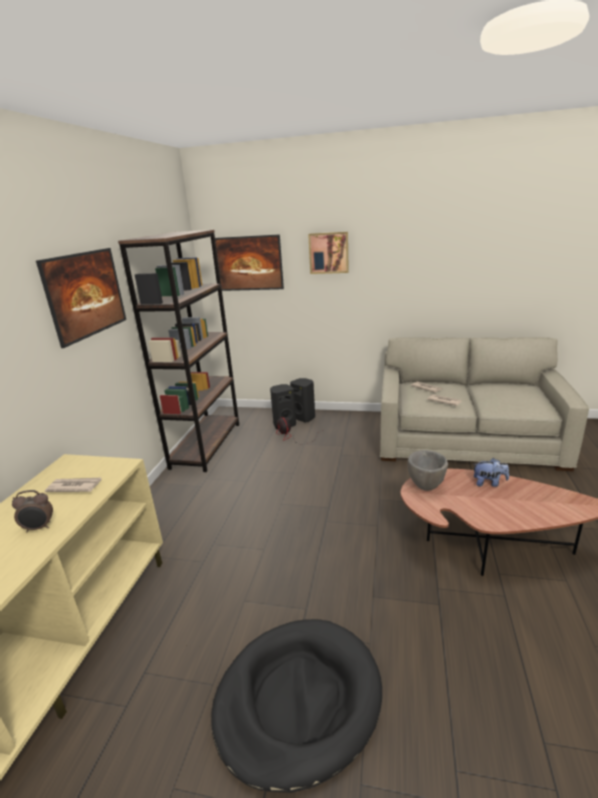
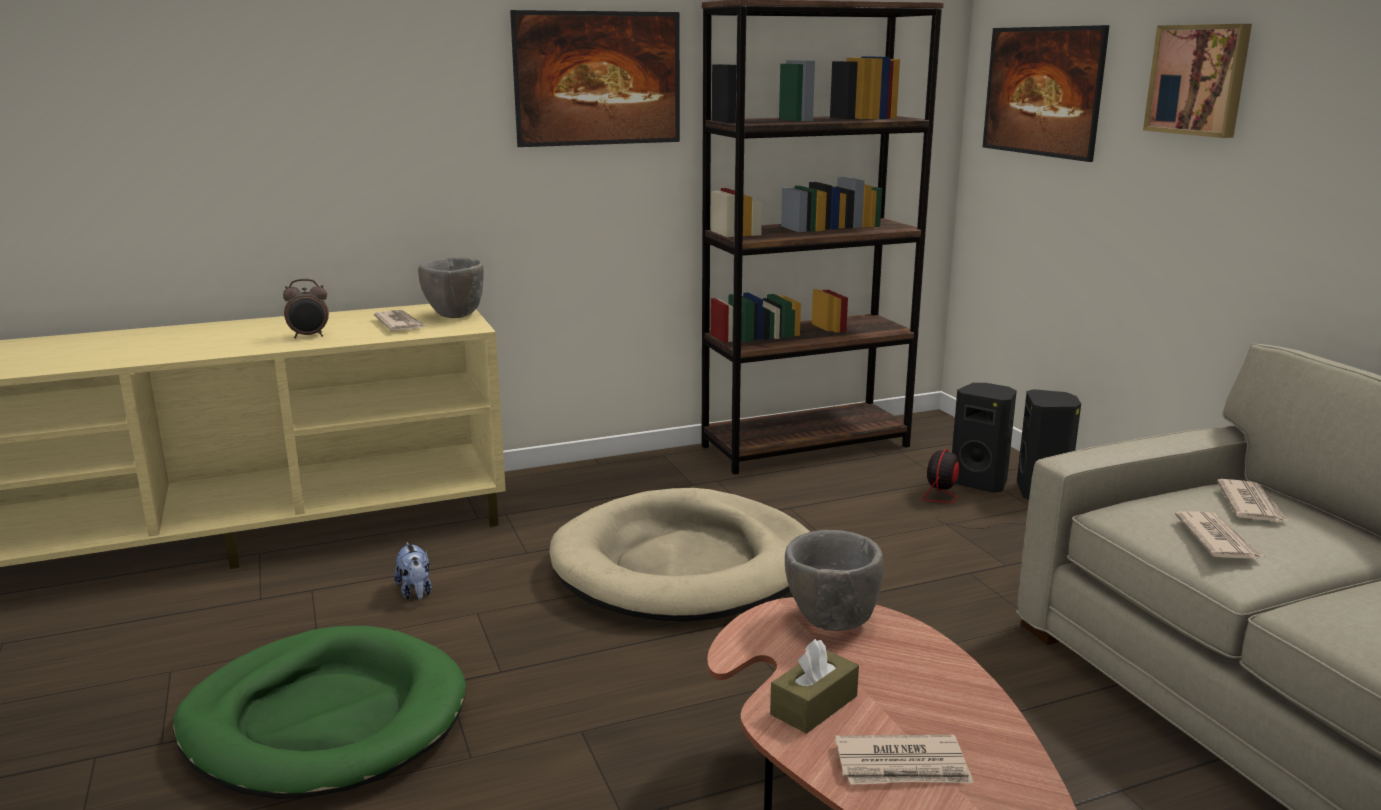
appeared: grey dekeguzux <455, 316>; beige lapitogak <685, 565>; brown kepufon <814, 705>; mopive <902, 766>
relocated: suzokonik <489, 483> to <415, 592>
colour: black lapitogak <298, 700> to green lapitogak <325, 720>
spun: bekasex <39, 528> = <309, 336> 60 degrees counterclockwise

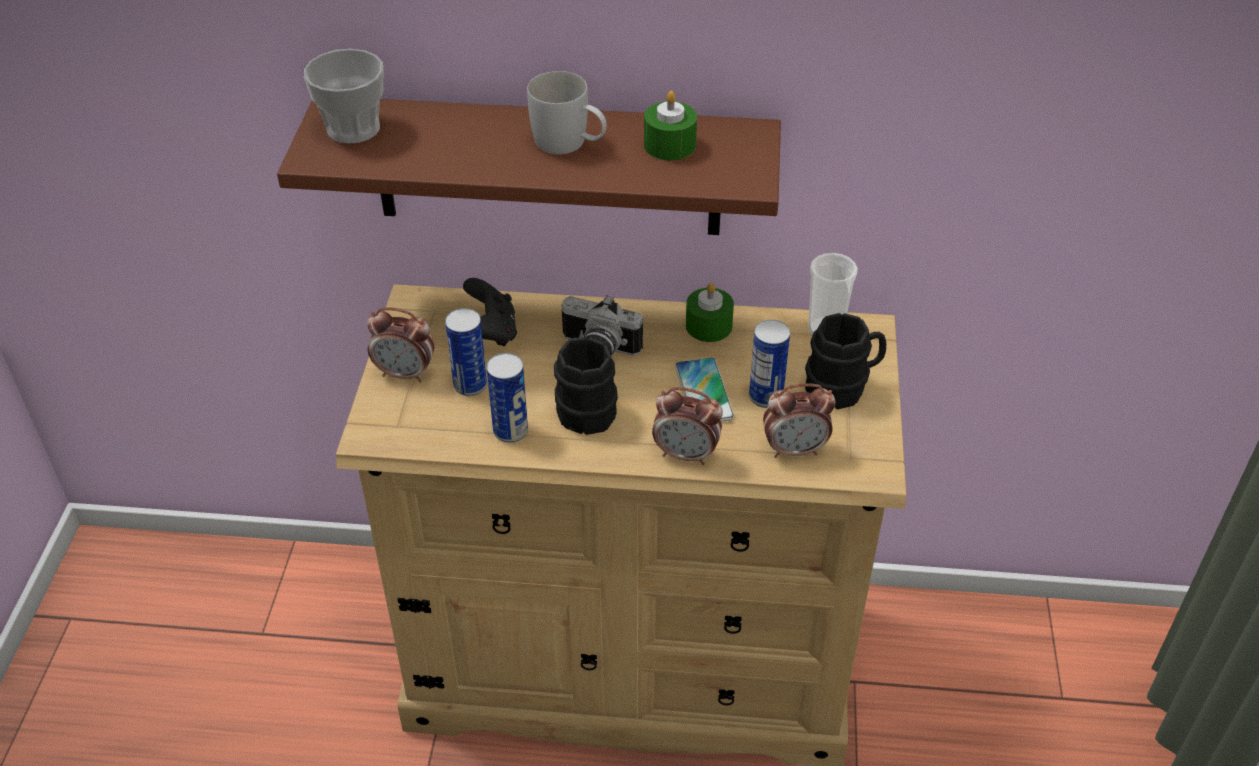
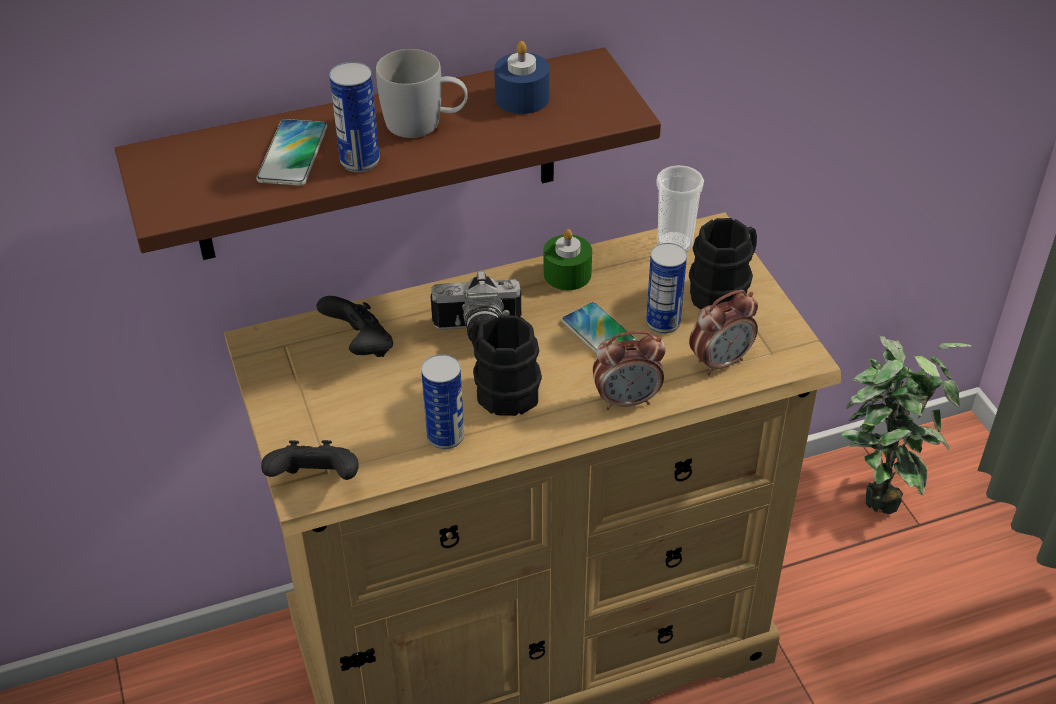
missing: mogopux <353, 129>; bekasex <405, 373>
appeared: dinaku <293, 154>; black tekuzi <317, 481>; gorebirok <879, 487>
relocated: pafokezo <470, 385> to <360, 161>
colour: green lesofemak <669, 145> to blue lesofemak <522, 98>

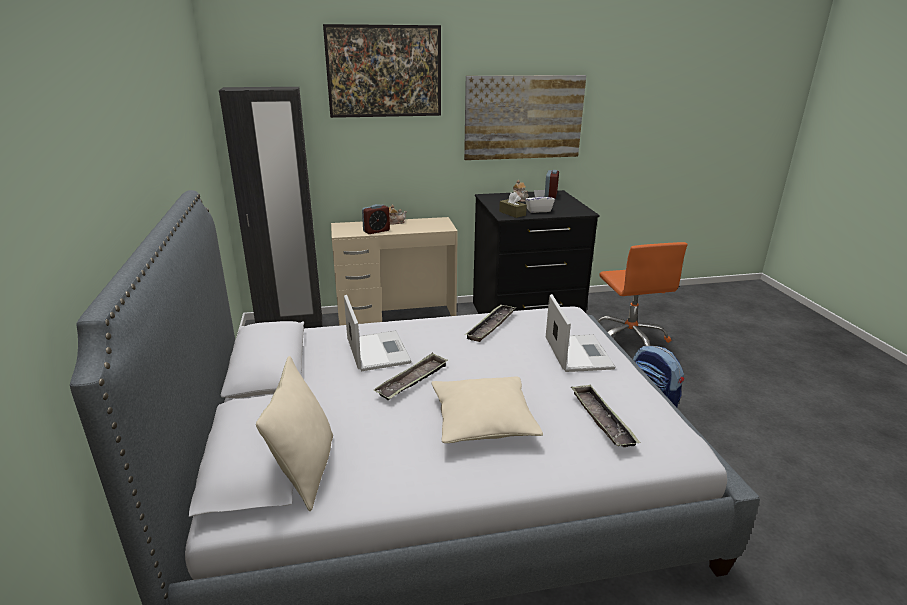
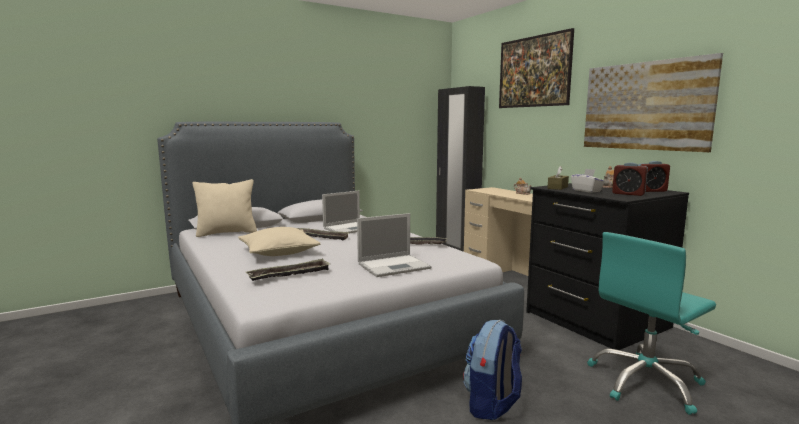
relocated: bekasex <376, 231> to <628, 194>
colour: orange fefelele <629, 339> to turquoise fefelele <645, 382>

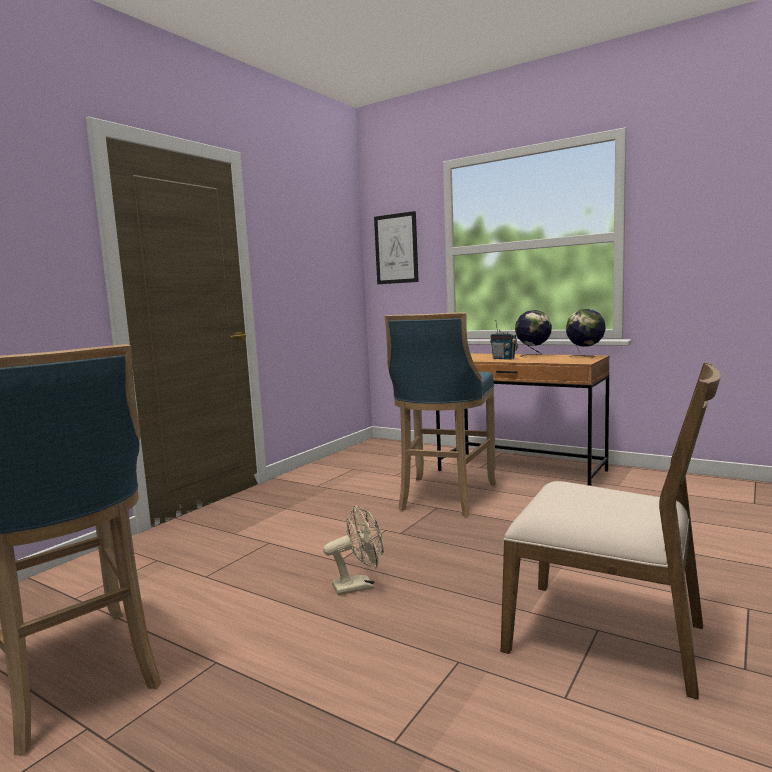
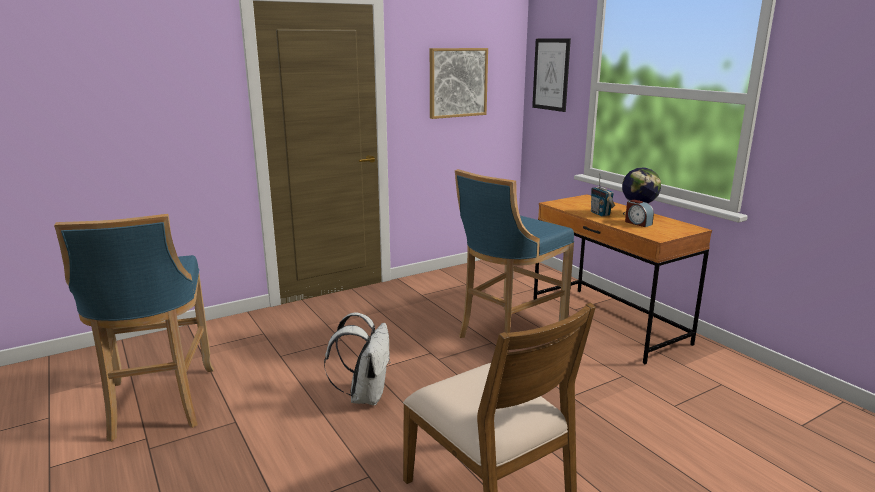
missing: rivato <585, 356>
appeared: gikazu <457, 82>; bekasex <637, 223>
exchanged: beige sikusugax <359, 585> to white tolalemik <365, 395>

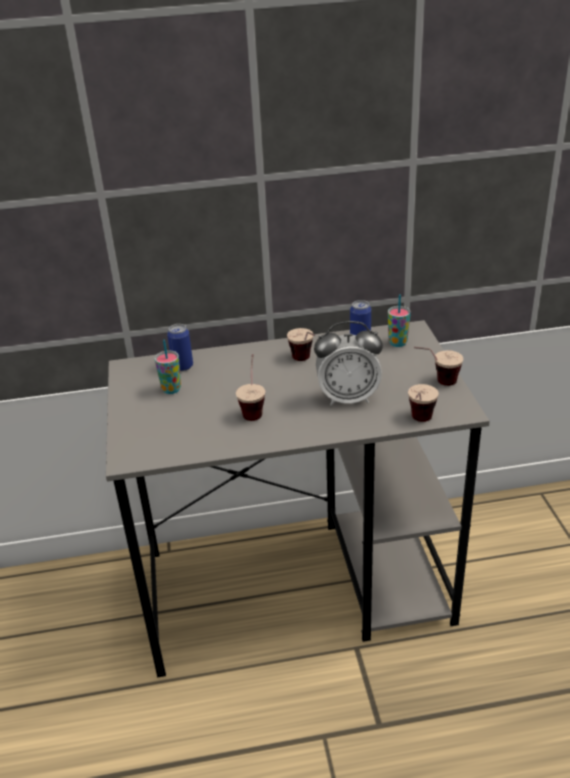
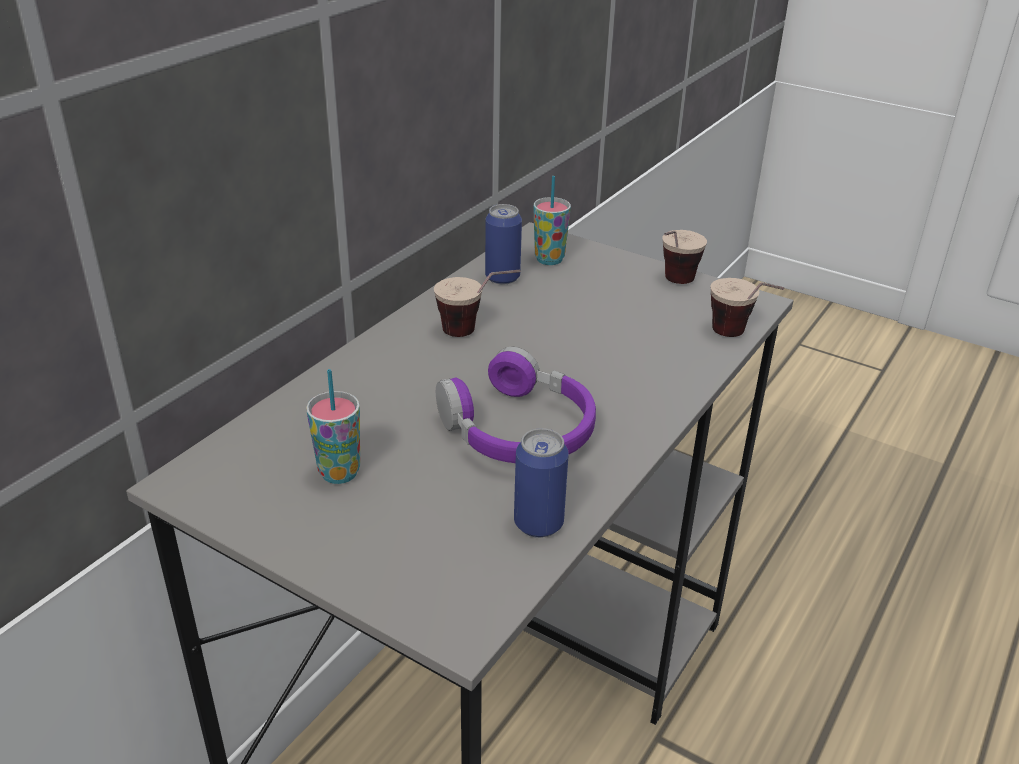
missing: bekasex <348, 398>
relocated: pafokezo <182, 366> to <538, 523>
exchanged: mogopux <253, 408> to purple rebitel <518, 430>

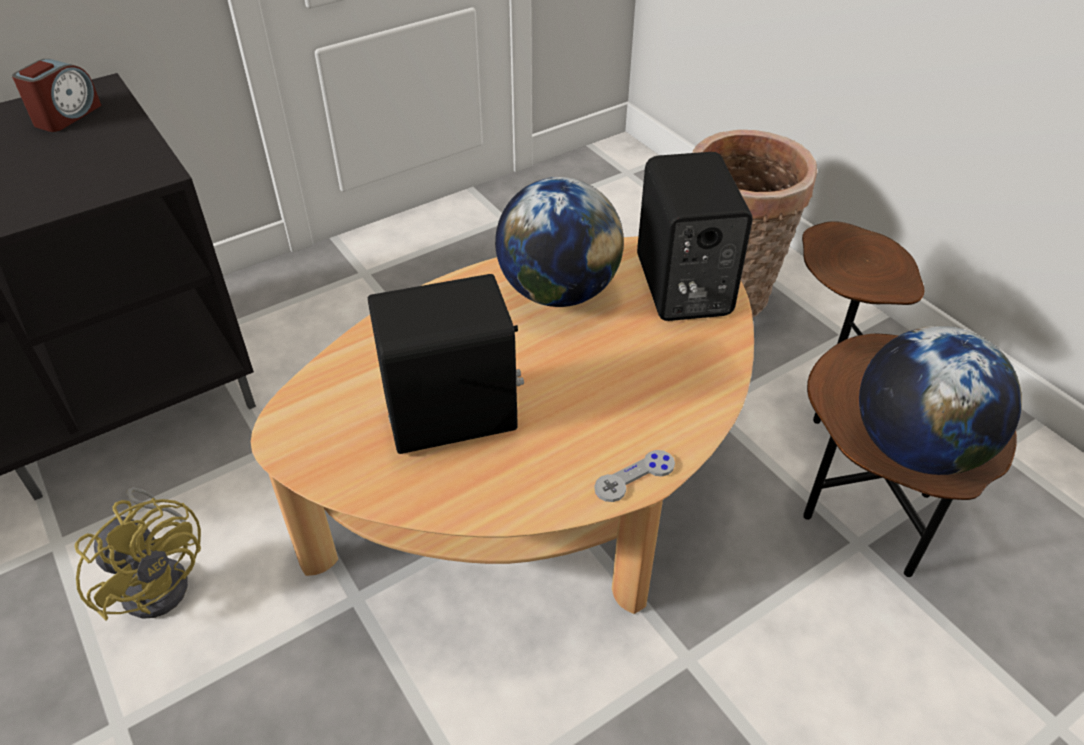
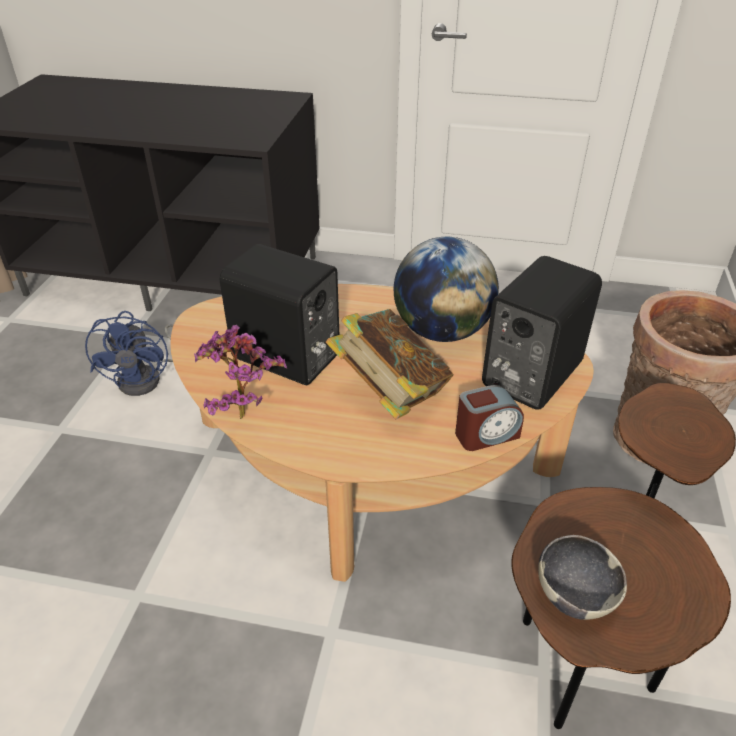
missing: grey tekuzi <634, 477>
appeared: gorebirok <241, 411>; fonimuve <390, 393>
relocated: bekasex <67, 116> to <486, 435>
exchanged: rivato <915, 448> to dekeguzux <574, 595>
colour: yellow sikusugax <161, 577> to blue sikusugax <148, 378>

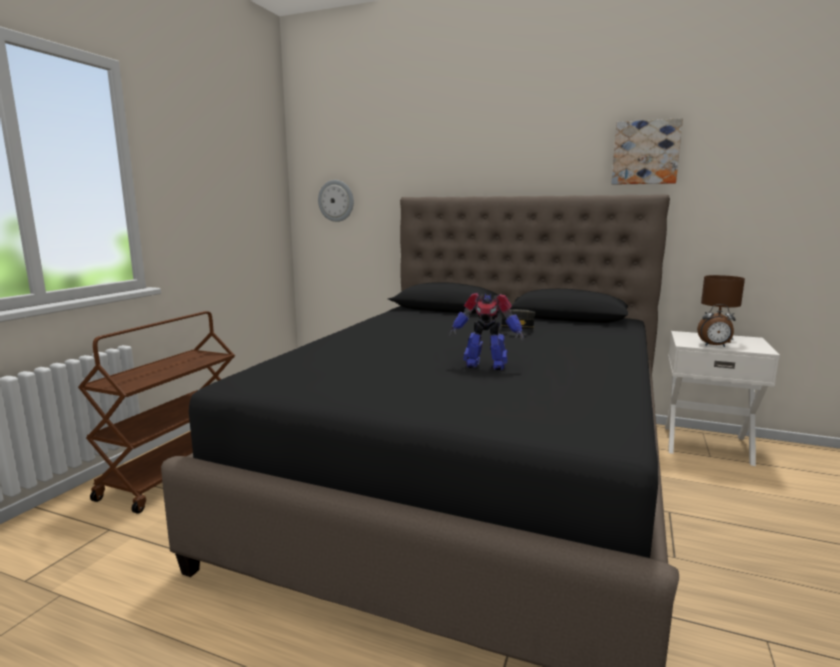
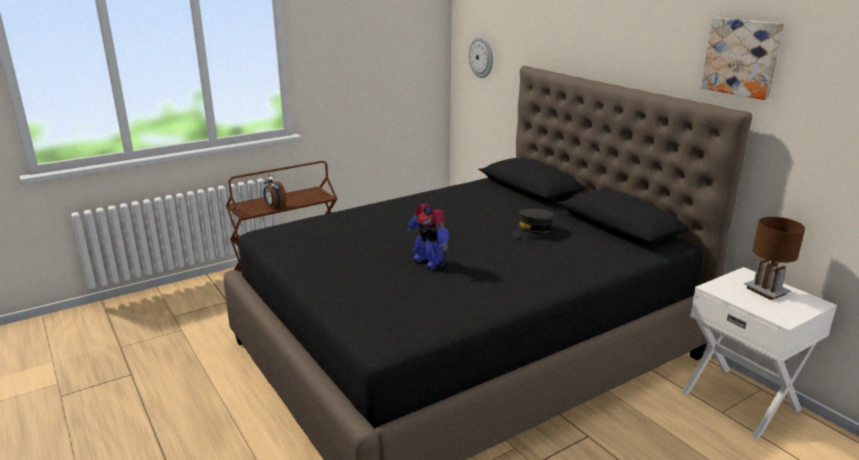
relocated: bekasex <714, 346> to <275, 207>

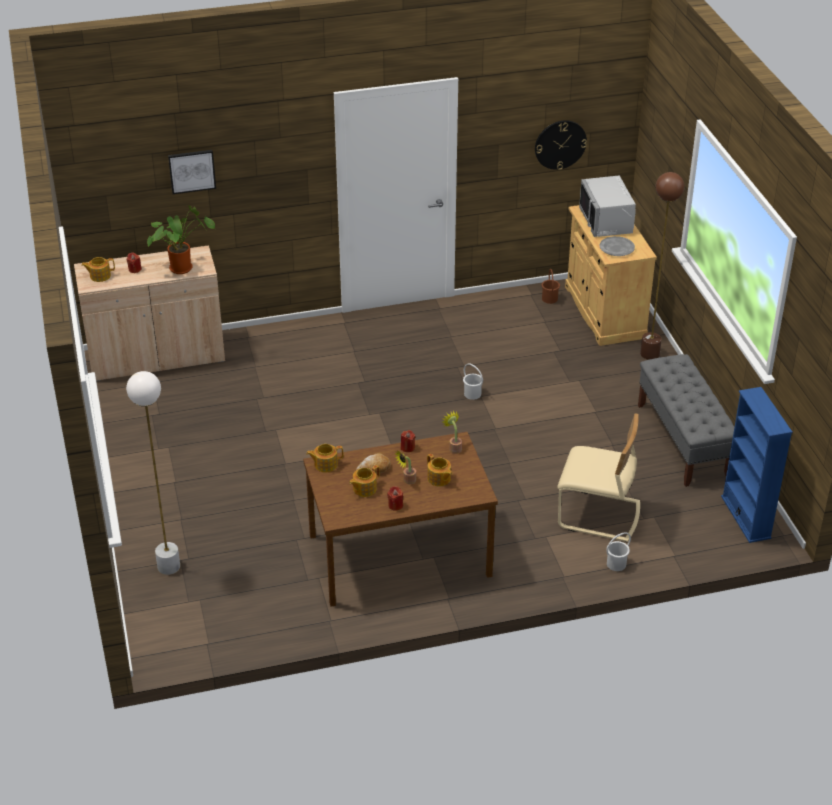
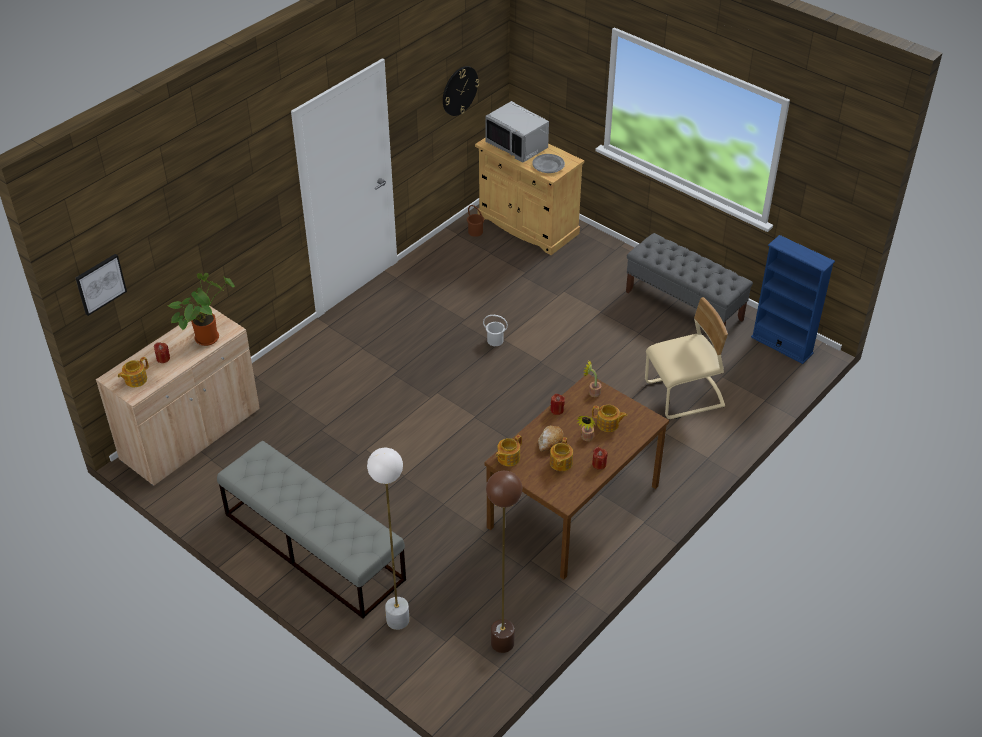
missing: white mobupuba <616, 564>
appeared: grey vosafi <313, 546>
relocated: gikazu <192, 171> to <100, 283>; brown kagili <649, 354> to <502, 643>

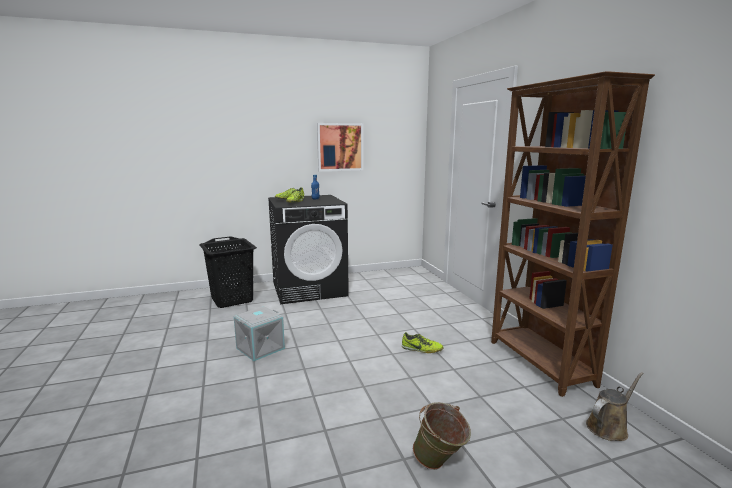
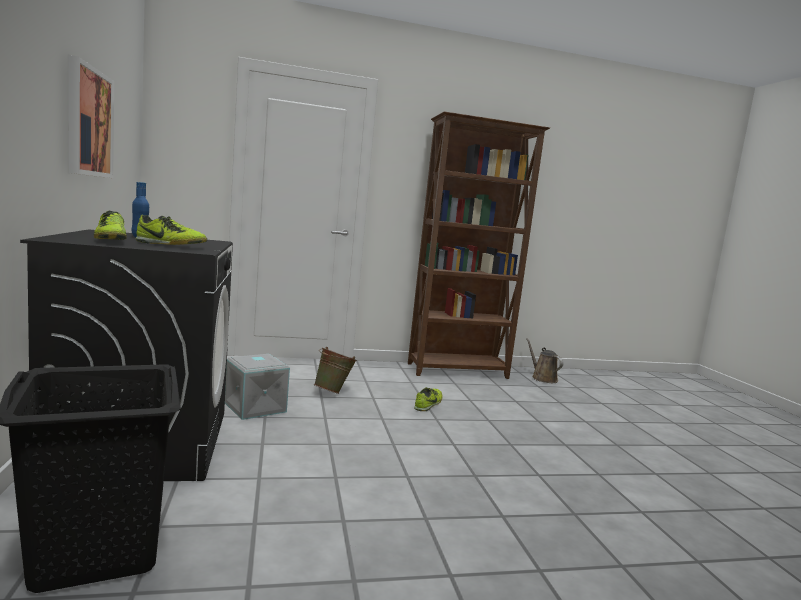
relocated: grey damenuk <260, 348> to <254, 407>; green mobupuba <440, 464> to <333, 392>

